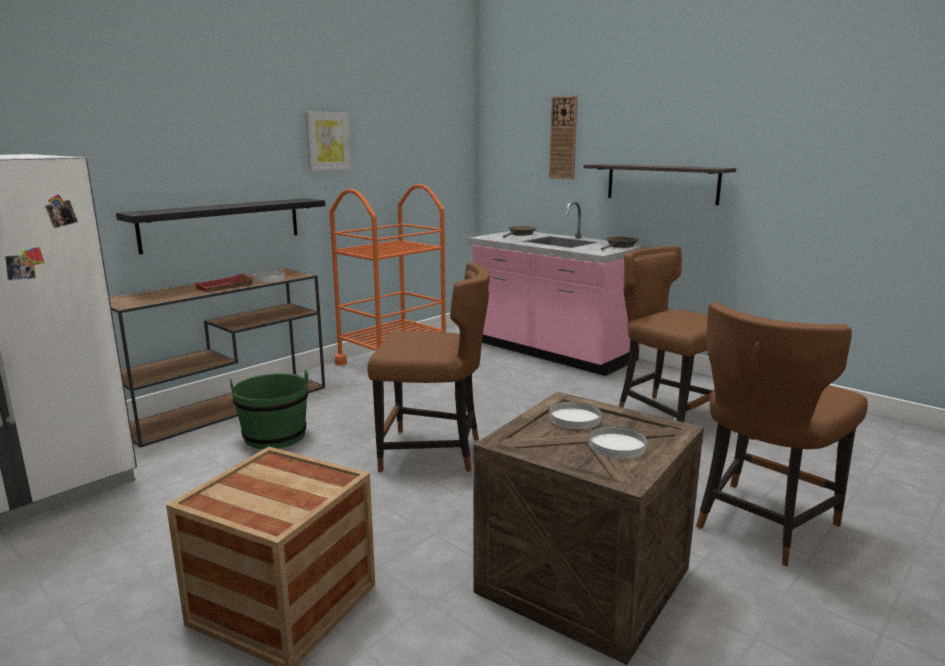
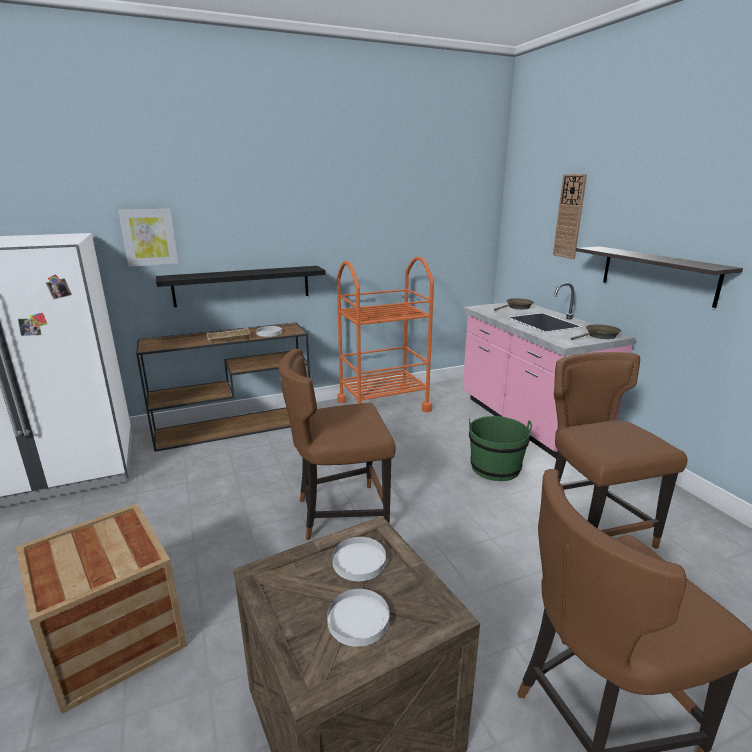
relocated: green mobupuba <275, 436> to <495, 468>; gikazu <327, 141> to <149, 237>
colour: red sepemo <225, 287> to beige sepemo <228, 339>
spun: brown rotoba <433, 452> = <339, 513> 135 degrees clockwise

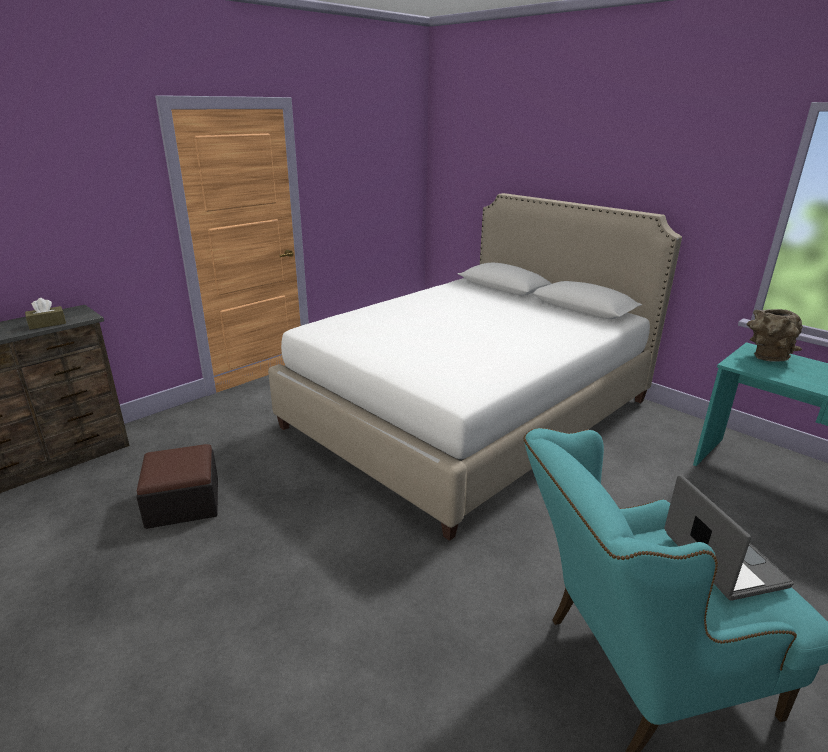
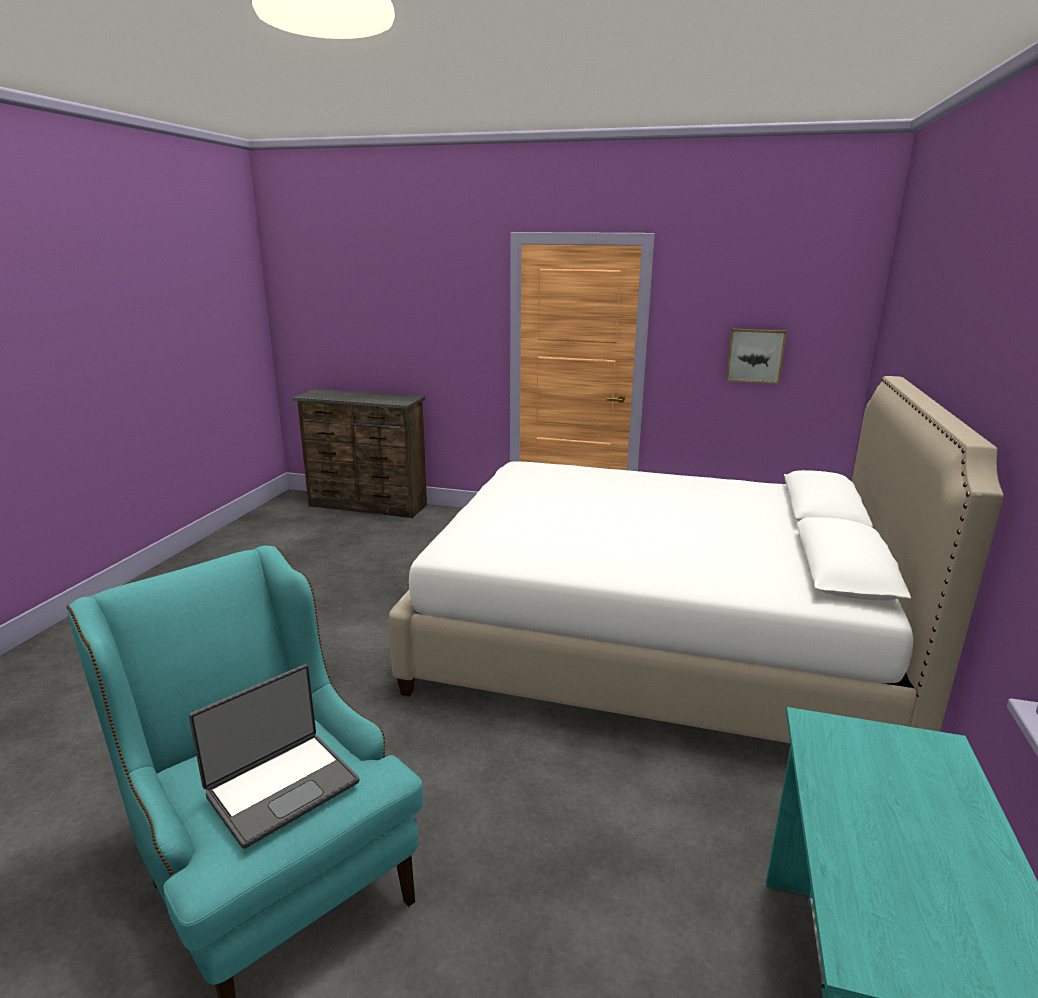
missing: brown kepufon <47, 324>; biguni <183, 502>; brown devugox <765, 358>
appeared: gikazu <755, 355>

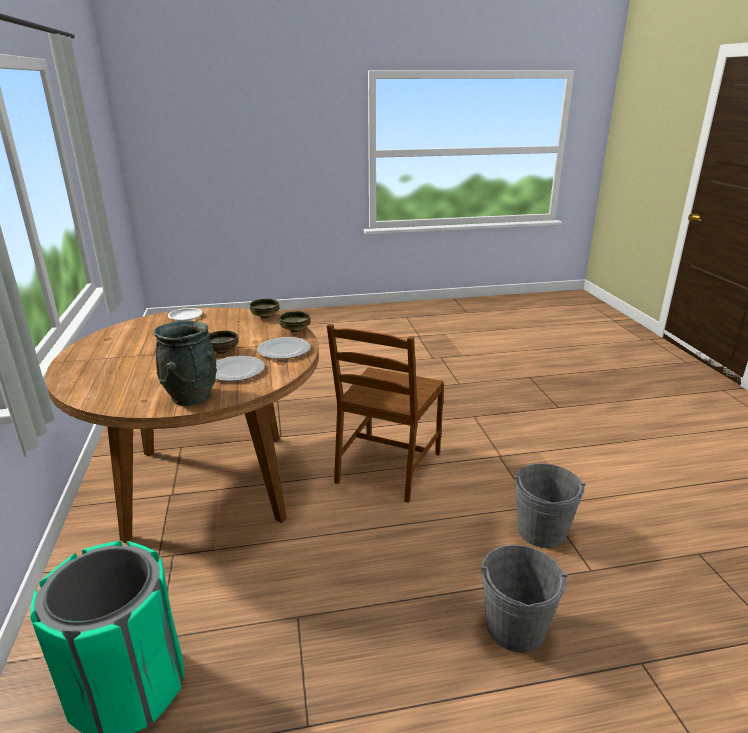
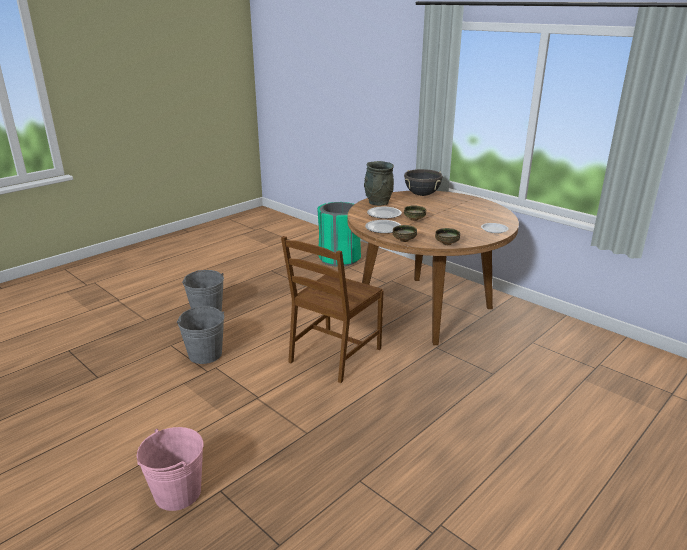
appeared: pink mobupuba <177, 492>; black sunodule <422, 194>
spun: brown rotoba <387, 467> = <334, 355> 135 degrees counterclockwise

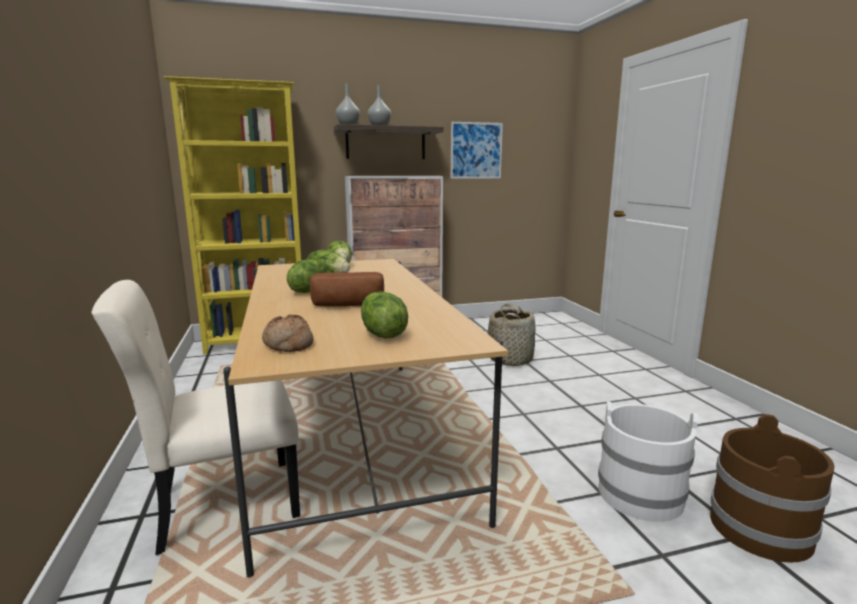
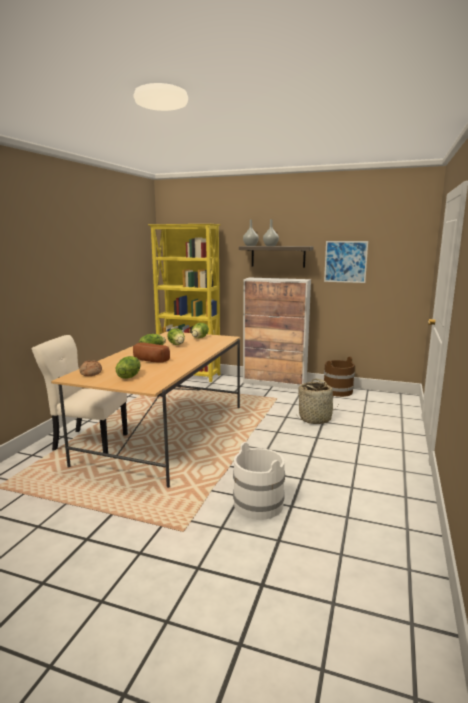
relocated: brown mobupuba <760, 529> to <337, 391>

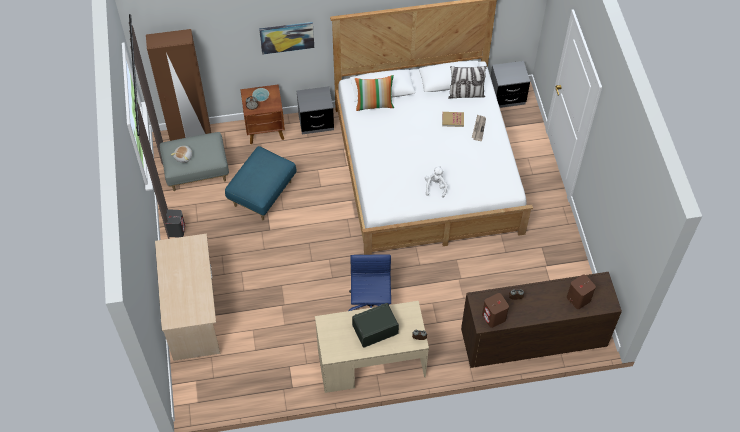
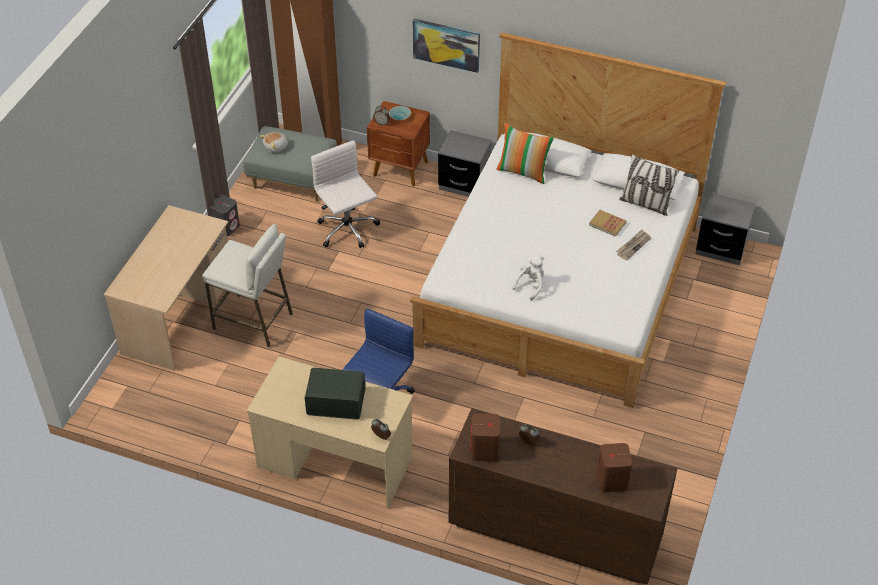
appeared: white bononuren <253, 321>
exchanged: blue biguni <262, 193> to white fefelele <348, 230>

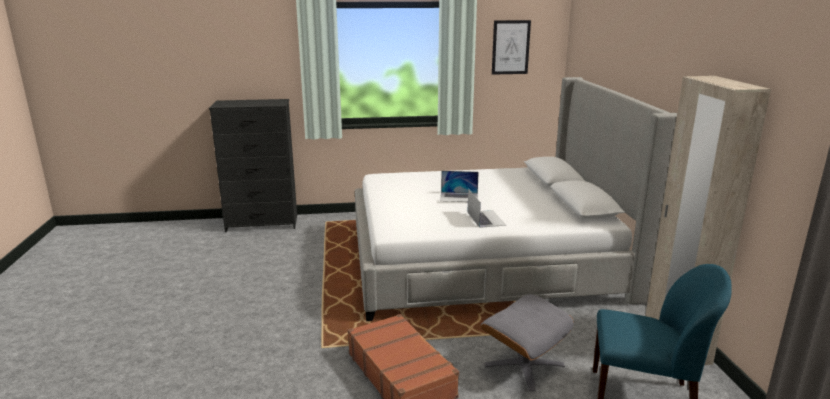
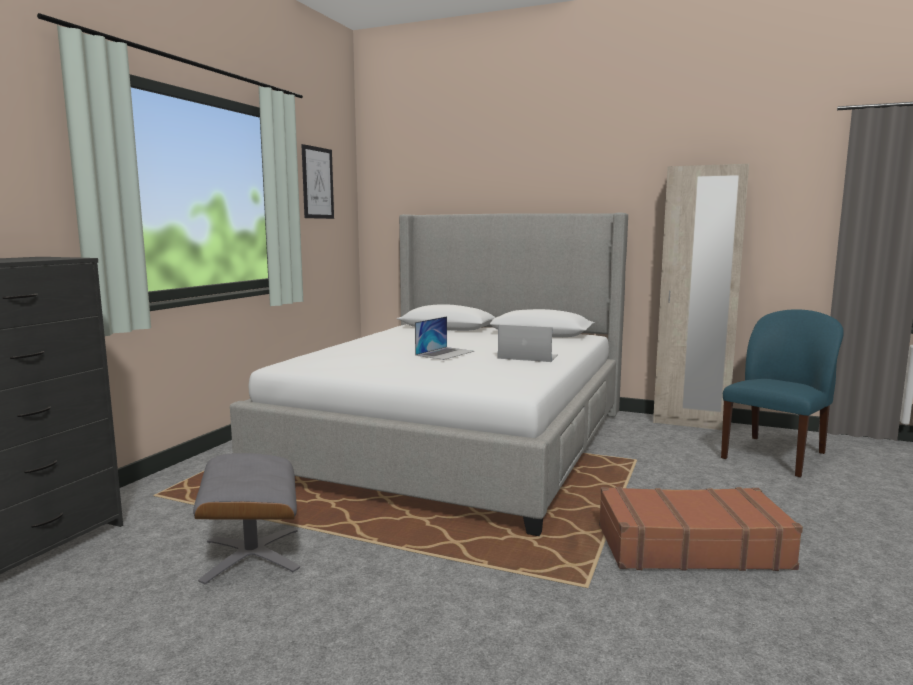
relocated: grey biguni <524, 365> to <251, 554>

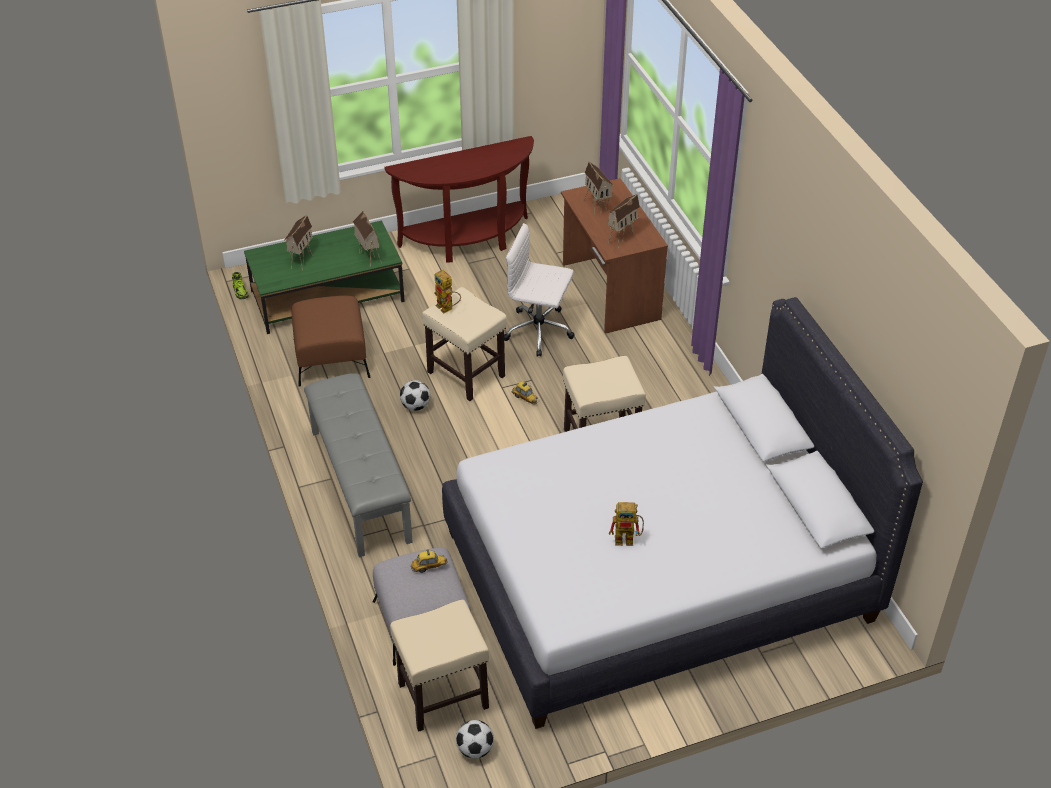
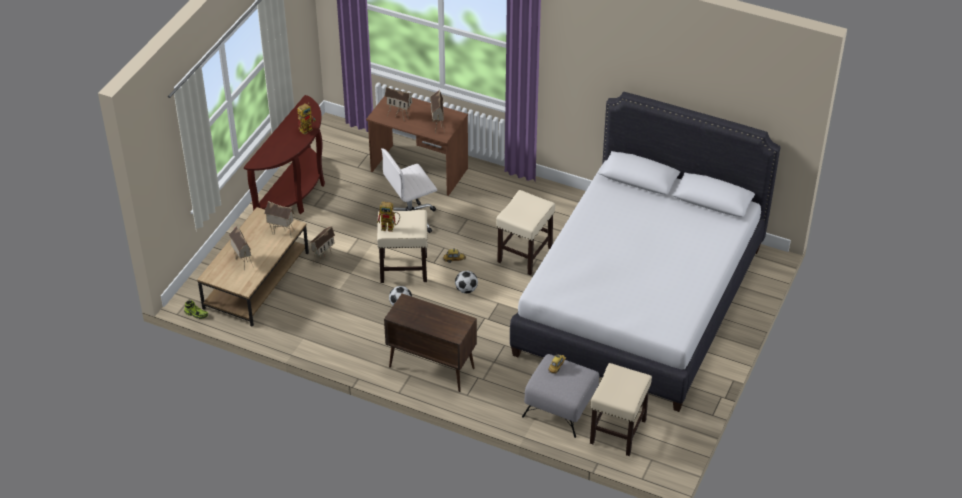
missing: brown biguni <331, 357>
appeared: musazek <323, 258>
relocated: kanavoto <475, 749> to <466, 290>; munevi <628, 539> to <307, 128>
exchanged: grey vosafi <359, 485> to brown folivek <430, 367>
colour: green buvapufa <327, 295> to brown buvapufa <256, 280>

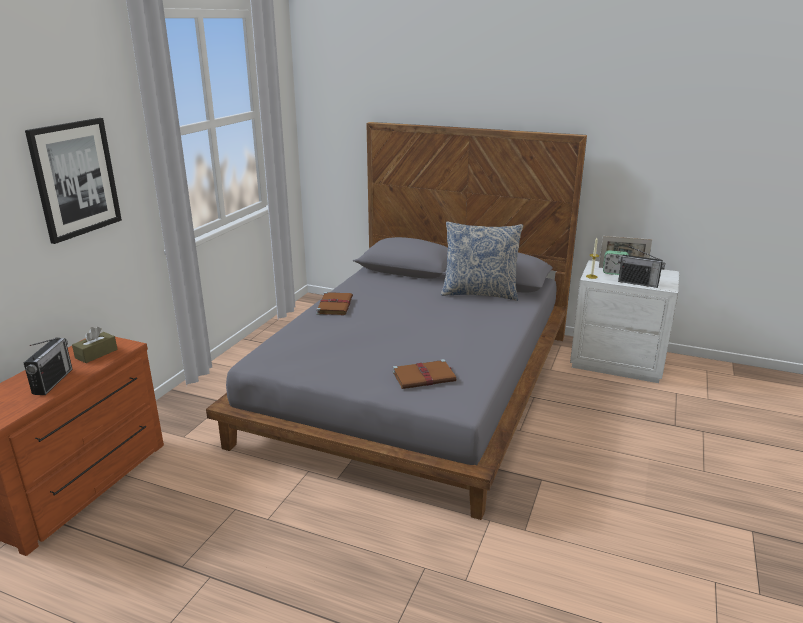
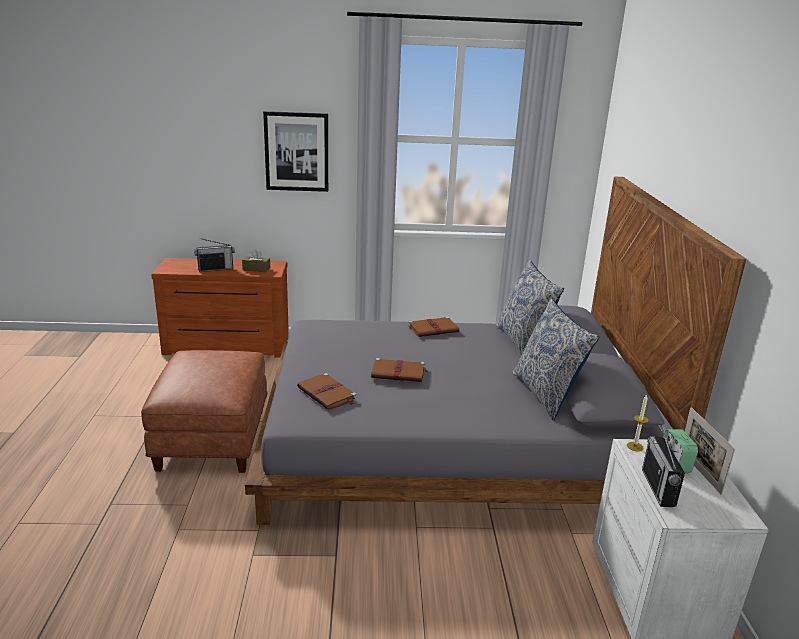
appeared: brown biguni <213, 439>; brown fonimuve <399, 373>; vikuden <523, 342>

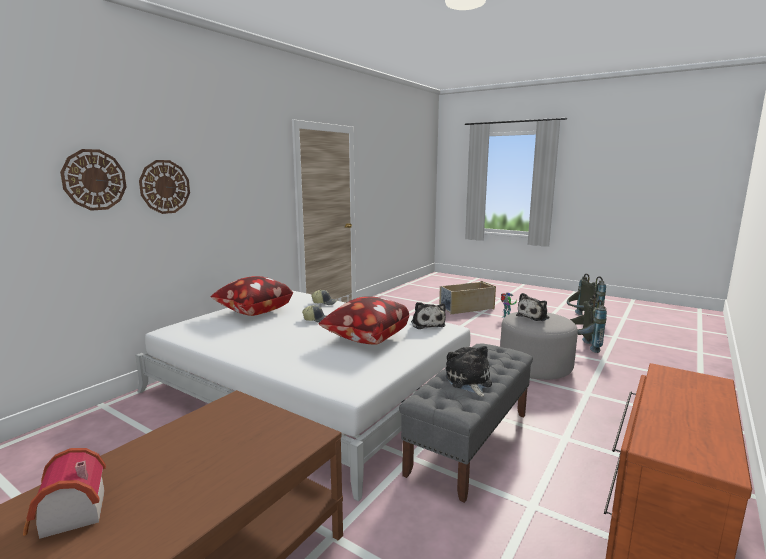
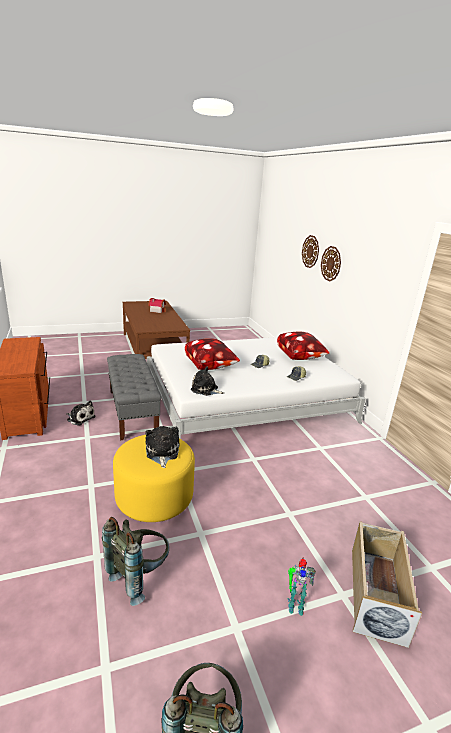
relocated: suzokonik <469, 381> to <80, 418>
colour: grey biguni <535, 366> to yellow biguni <154, 497>

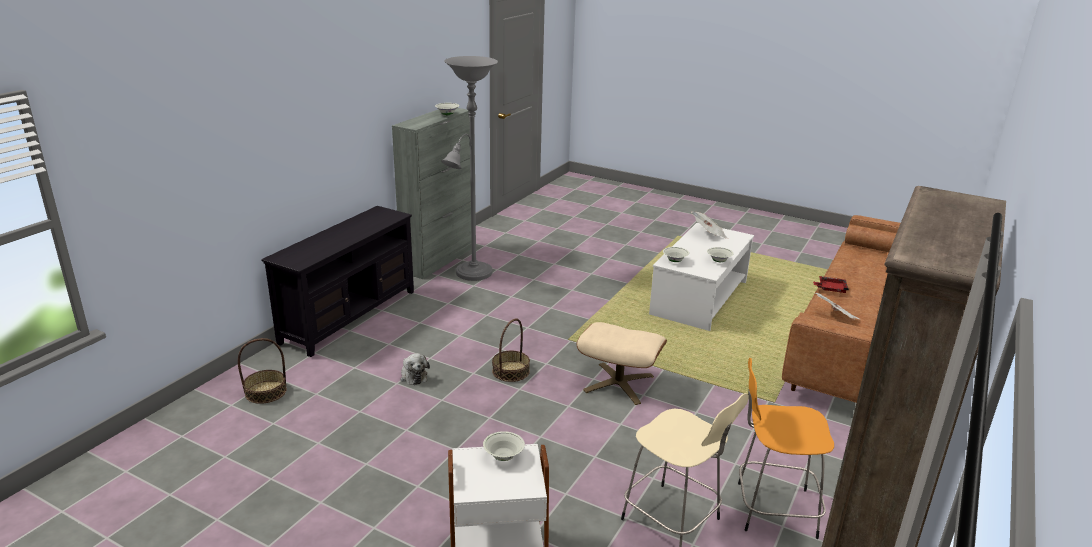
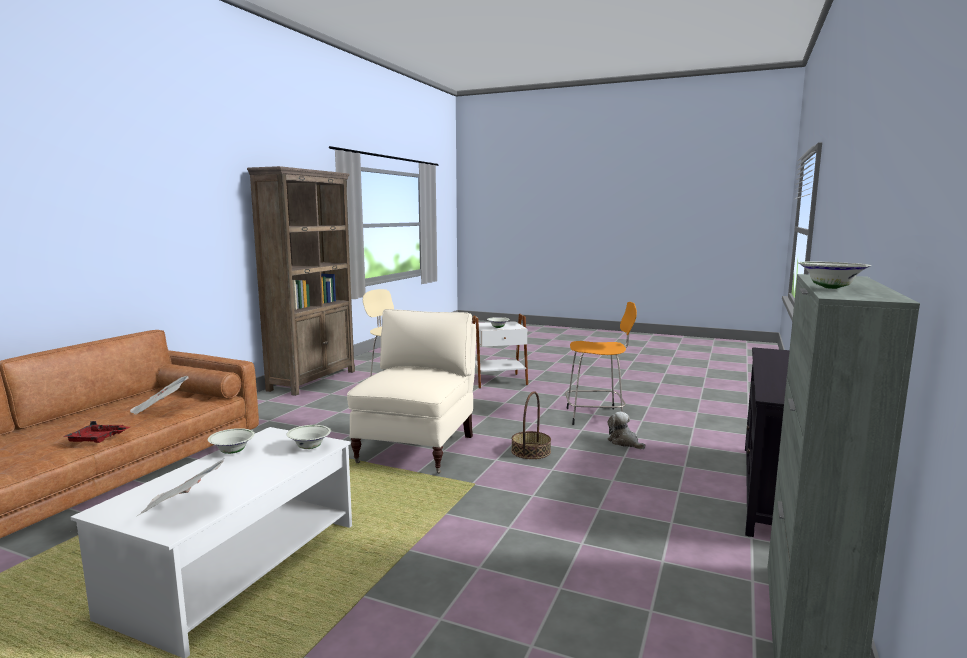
missing: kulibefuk <266, 392>; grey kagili <471, 274>
relocated: orange bononuren <772, 509> to <596, 416>
exchanged: beige biguni <618, 383> to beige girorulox <418, 448>

